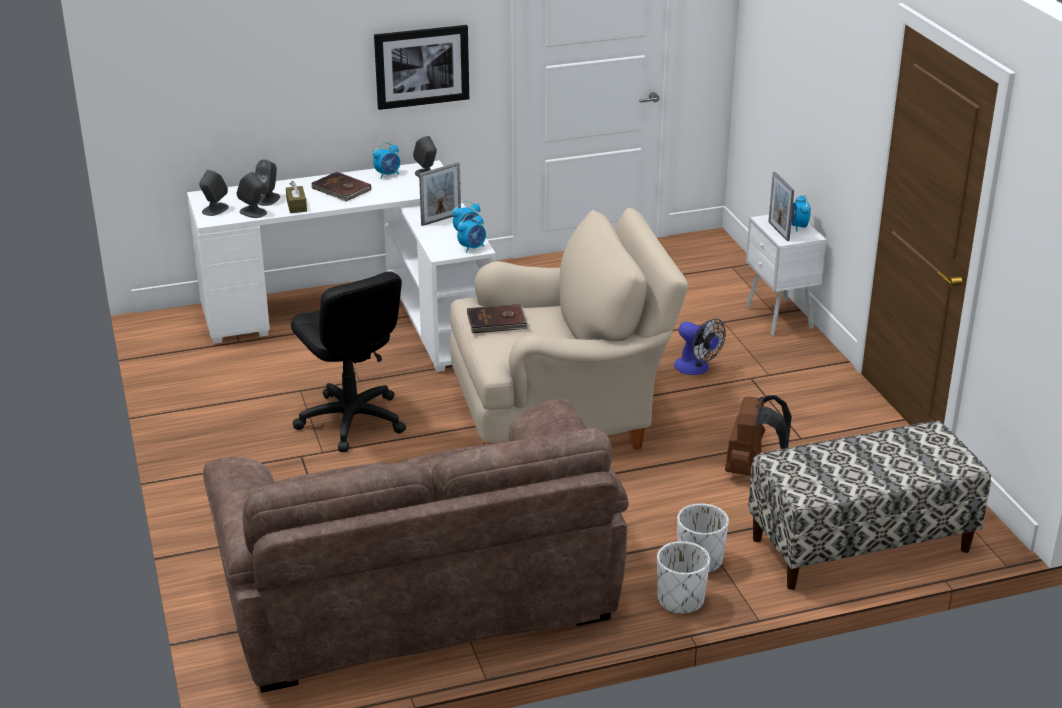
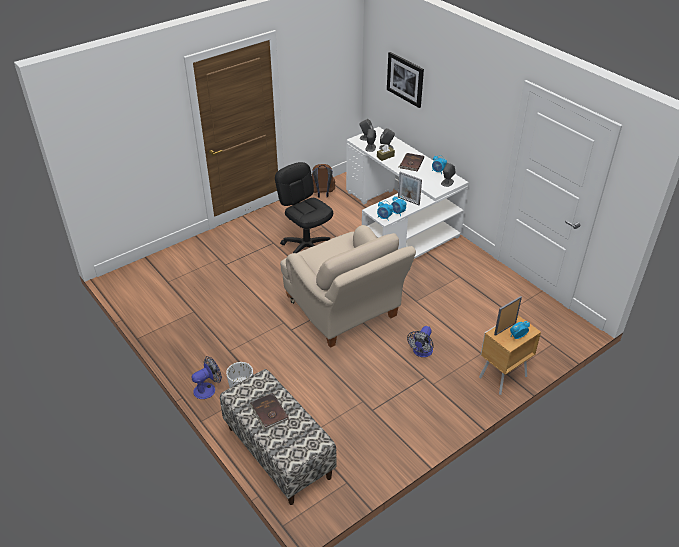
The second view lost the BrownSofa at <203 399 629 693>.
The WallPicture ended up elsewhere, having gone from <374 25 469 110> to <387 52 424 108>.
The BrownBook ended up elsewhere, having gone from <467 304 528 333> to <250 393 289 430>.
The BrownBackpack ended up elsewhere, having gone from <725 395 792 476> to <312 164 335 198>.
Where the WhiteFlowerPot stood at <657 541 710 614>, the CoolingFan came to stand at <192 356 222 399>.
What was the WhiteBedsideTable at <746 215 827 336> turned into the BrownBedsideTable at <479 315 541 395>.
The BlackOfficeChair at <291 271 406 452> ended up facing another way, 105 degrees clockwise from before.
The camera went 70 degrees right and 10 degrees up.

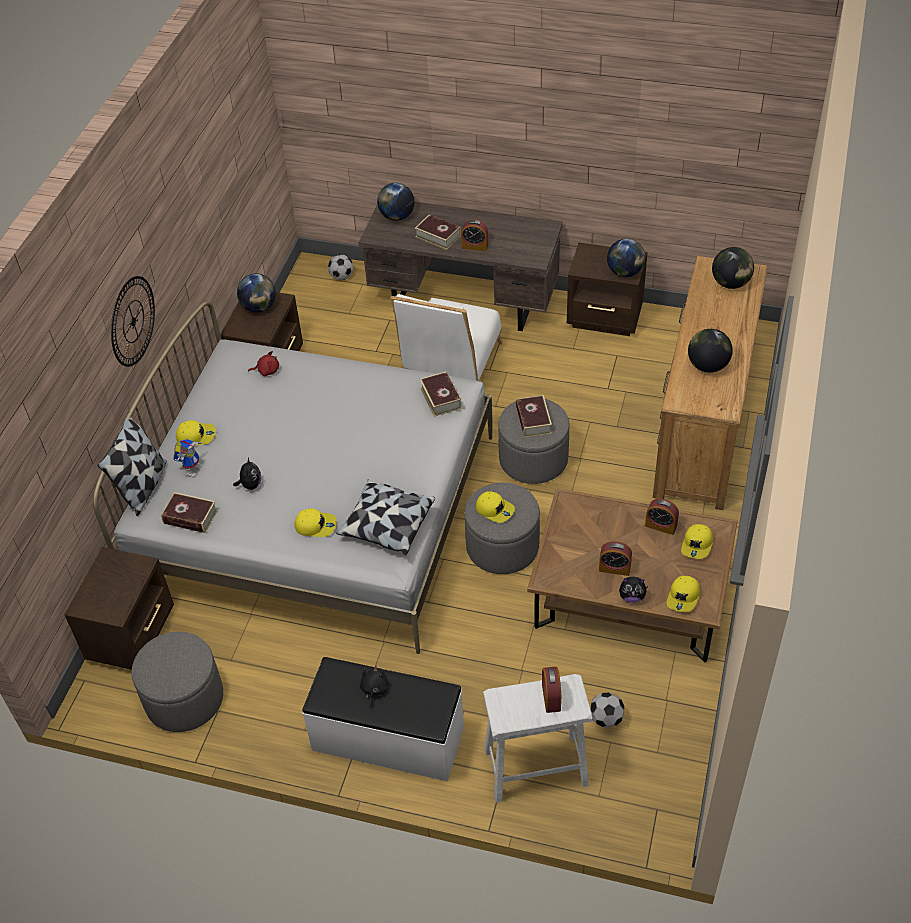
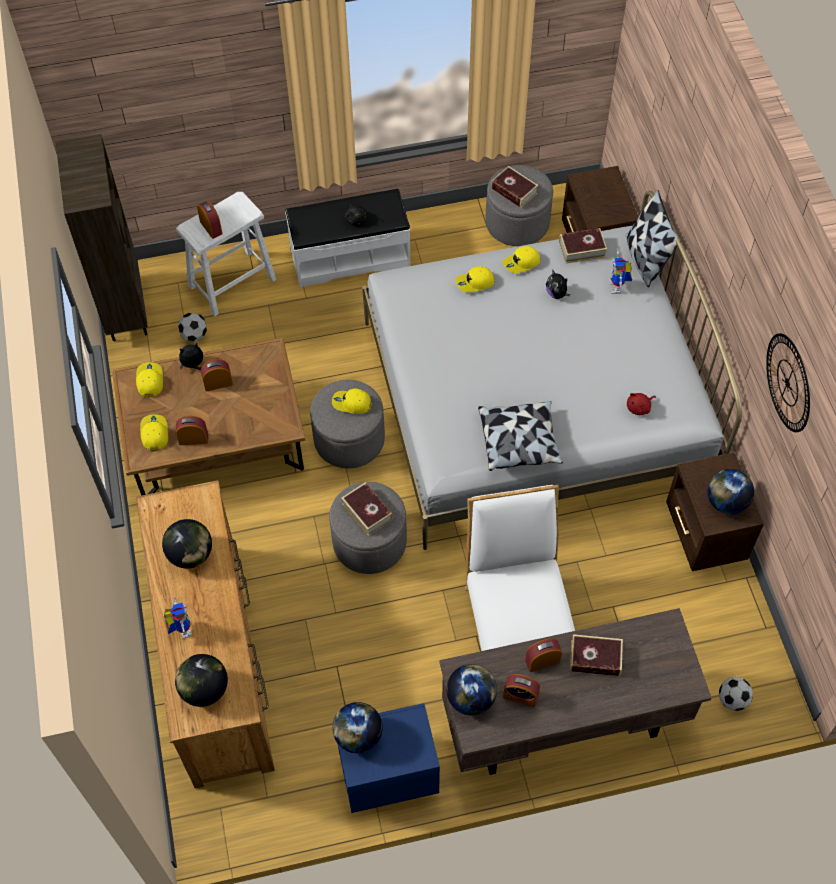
The second view gained the BrownShelvingUnit at <55 134 148 341>.
The second view gained the ToyRobot at <164 598 192 639>.
The second view gained the TableClock at <503 674 540 707>.
The WallClock ended up elsewhere, having gone from <111 276 155 367> to <766 333 810 432>.
The YellowishCap ended up elsewhere, having gone from <176 420 215 446> to <503 246 540 273>.
The Pillow ended up elsewhere, having gone from <336 480 435 555> to <478 401 563 471>.
The DeskGlobe ended up elsewhere, having gone from <377 183 414 221> to <446 664 497 716>.
The Book ended up elsewhere, having gone from <420 371 462 417> to <491 166 538 208>.
What was the BrownBedsideTable at <567 243 647 336> turned into the BluishBedsideTable at <338 703 440 813>.
The camera went 150 degrees right and 10 degrees up.

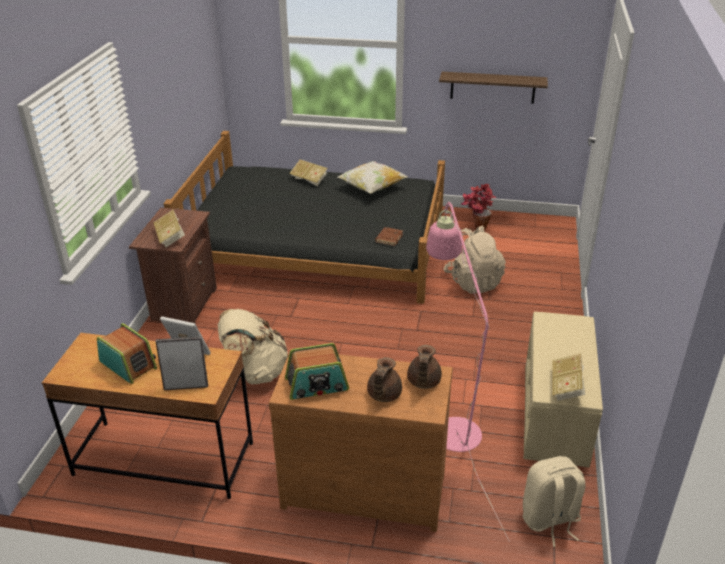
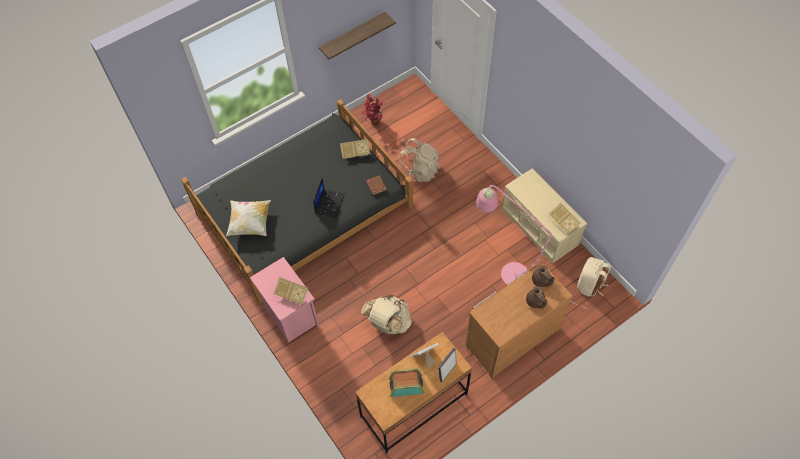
The second view lost the RadioSet at <285 343 349 400>.
The second view gained the PortableComputer at <313 177 345 218>.
The Book ended up elsewhere, having gone from <289 159 328 186> to <340 139 370 159>.
The Pillow ended up elsewhere, having gone from <338 161 408 194> to <226 200 271 236>.
What was the BrownBedsideTable at <129 208 217 324> turned into the PinkBedsideTable at <250 257 319 342>.
The camera went 45 degrees left and 25 degrees up.

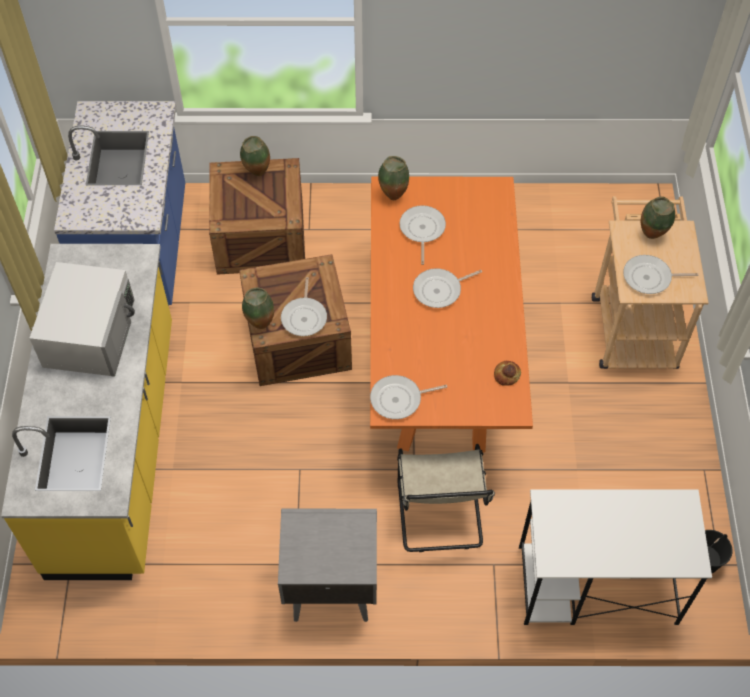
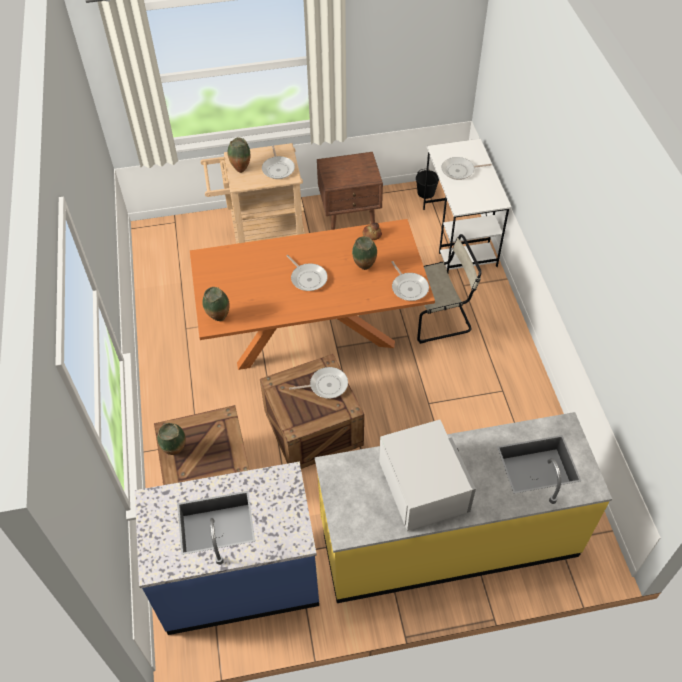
The second view lost the GreyishBedsideTable at <278 509 377 622>.
The second view gained the BrownBedsideTable at <317 152 383 230>.
The Vase ended up elsewhere, having gone from <242 288 274 329> to <352 236 377 270>.
The Skillet ended up elsewhere, having gone from <399 205 446 265> to <441 157 492 180>.
The WhiteMicrowaveOven at <30 262 135 377> ended up facing another way, 75 degrees clockwise from before.
The camera went 100 degrees left and 5 degrees down.

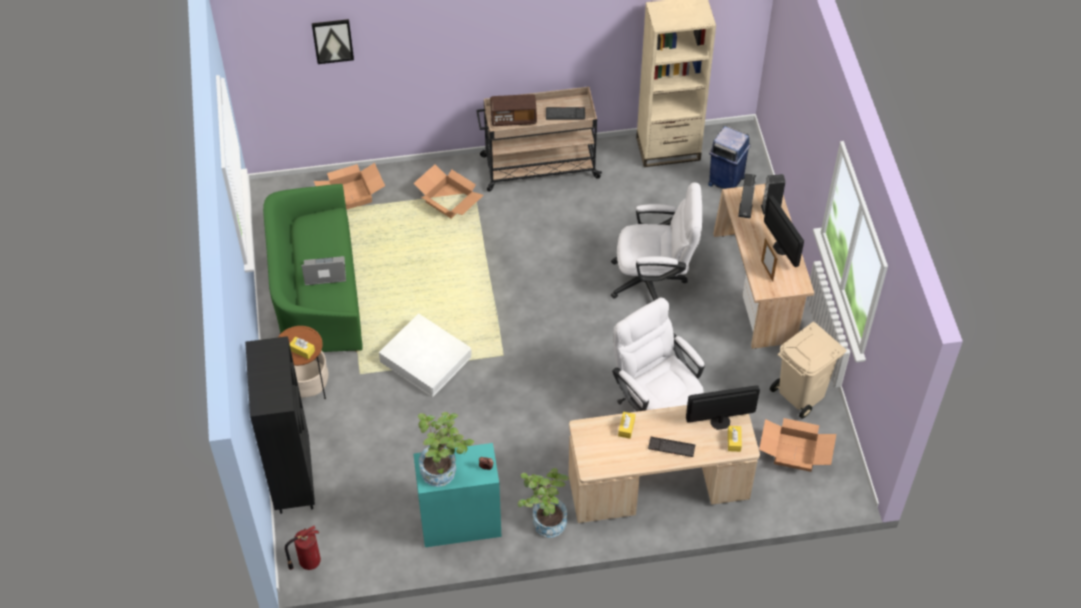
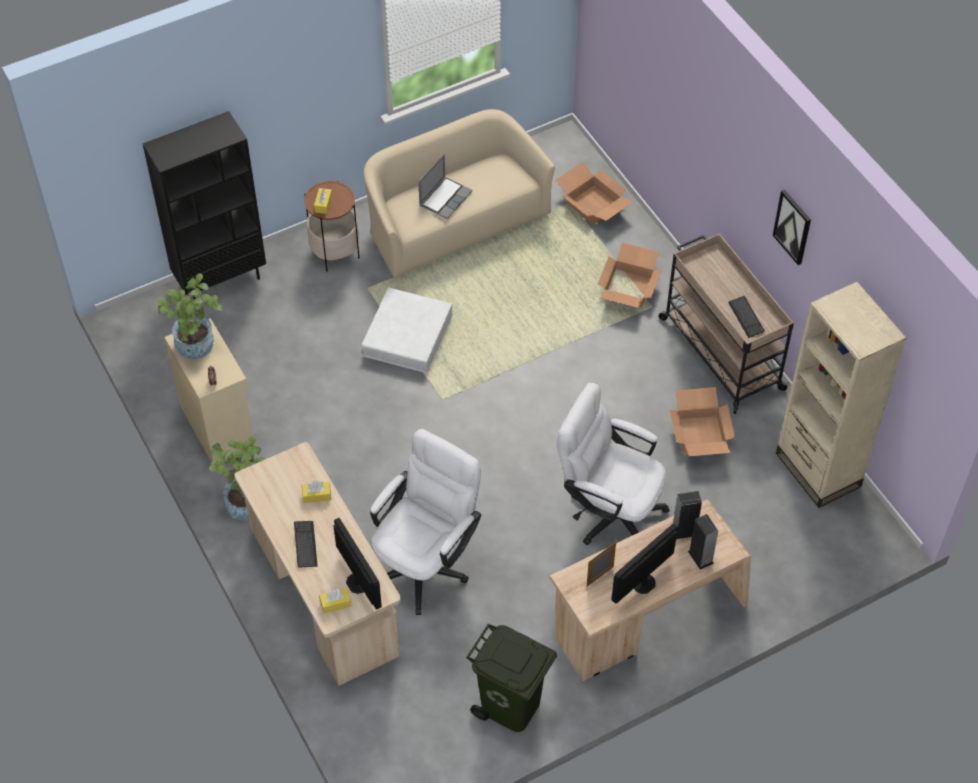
The second view lost the Extinguisher at <285 526 321 570>.
The second view lost the RadioSet at <490 94 537 126>.
The second view lost the BluishWasteBin at <708 126 751 189>.
The WallPicture ended up elsewhere, having gone from <312 19 354 64> to <773 189 811 265>.
The Carton ended up elsewhere, having gone from <759 418 836 472> to <670 387 735 456>.
What was the GreenColouredSofa at <263 184 363 352> turned into the BeigeSofa at <364 109 555 278>.
What was the BlueGreenCabinet at <413 443 501 547> turned into the BeigeCabinet at <164 318 255 463>.
What was the BeigeWasteBin at <770 322 847 419> turned into the GreenColouredWasteBin at <466 624 557 732>.
The PortableComputer at <301 256 346 285> ended up facing another way, 60 degrees clockwise from before.
The WhiteOfficeChair at <611 182 702 301> ended up facing another way, 135 degrees clockwise from before.
The camera went 70 degrees right and 0 degrees up.

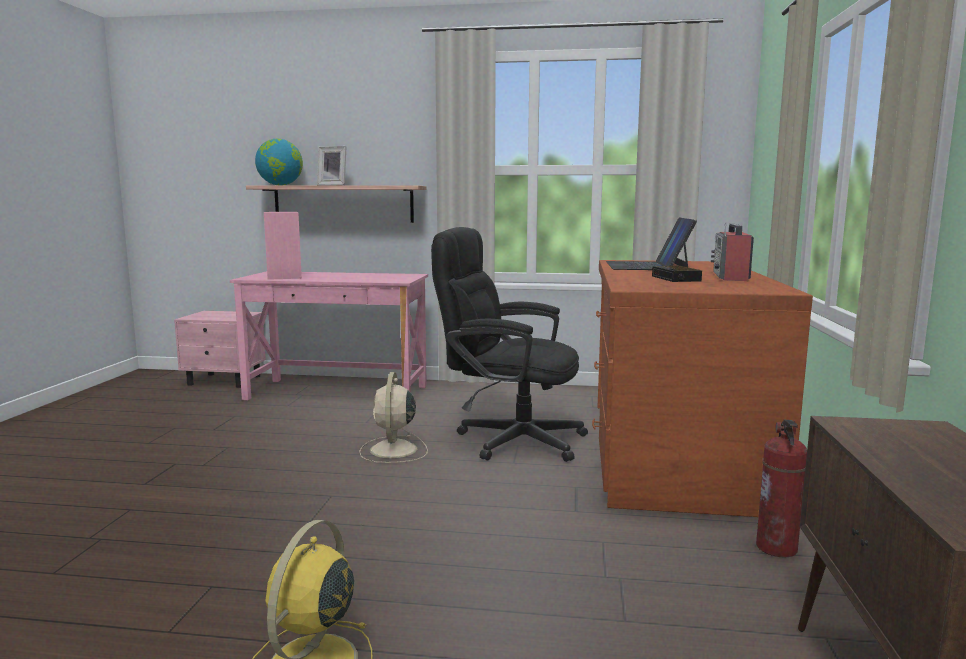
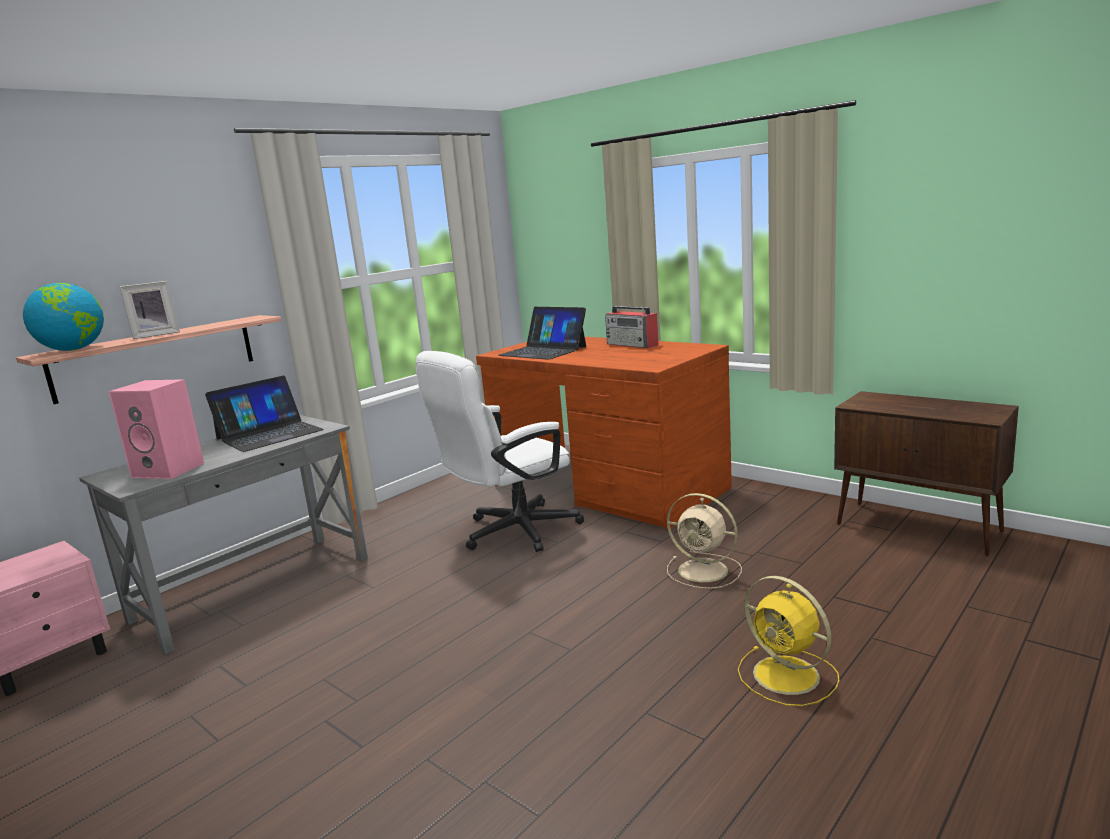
The second view lost the TableClock at <652 266 702 282>.
The second view lost the Extinguisher at <756 420 807 558>.
The second view gained the PortableComputer at <205 376 324 452>.
The BeigeCoolingFan ended up elsewhere, having gone from <359 372 428 463> to <667 493 742 589>.
What was the PinkDesk at <230 271 428 401> turned into the GreyishDesk at <79 415 368 655>.
What was the BlackOfficeChair at <431 227 588 462> turned into the WhiteOfficeChair at <415 351 584 552>.
The camera went 55 degrees left and 5 degrees up.

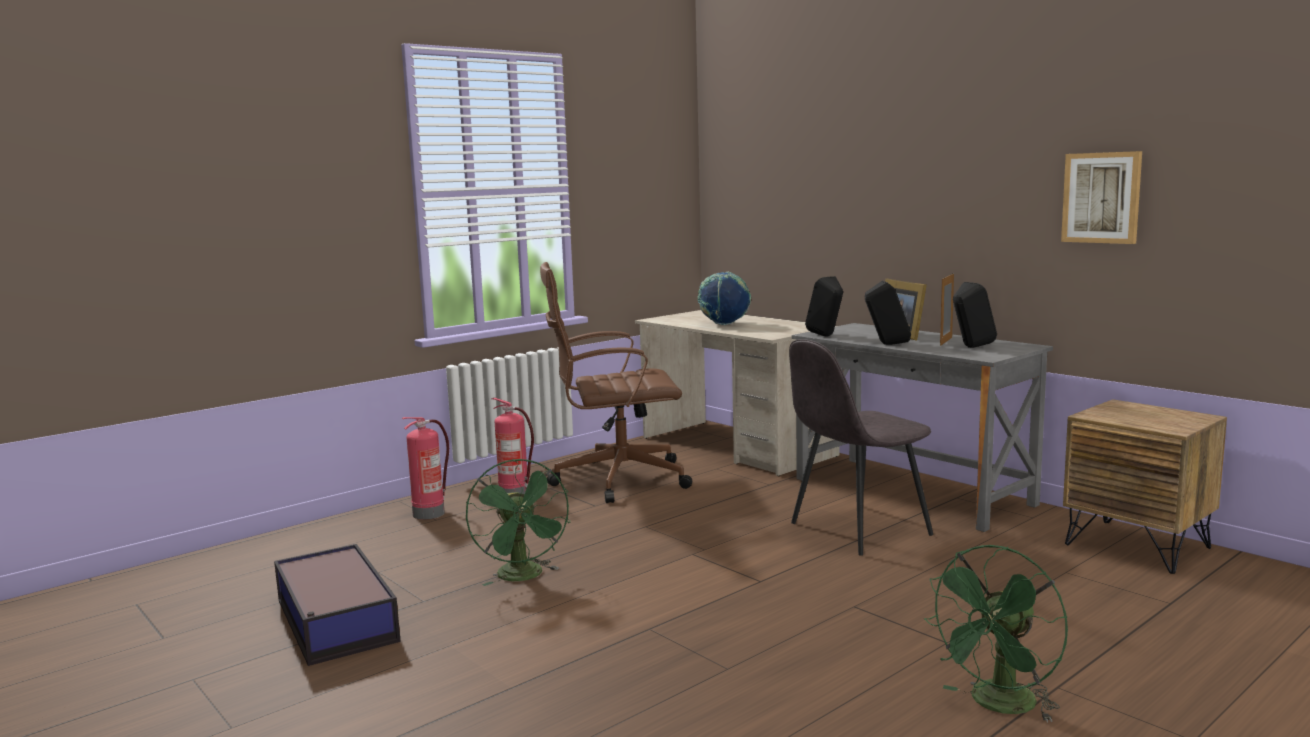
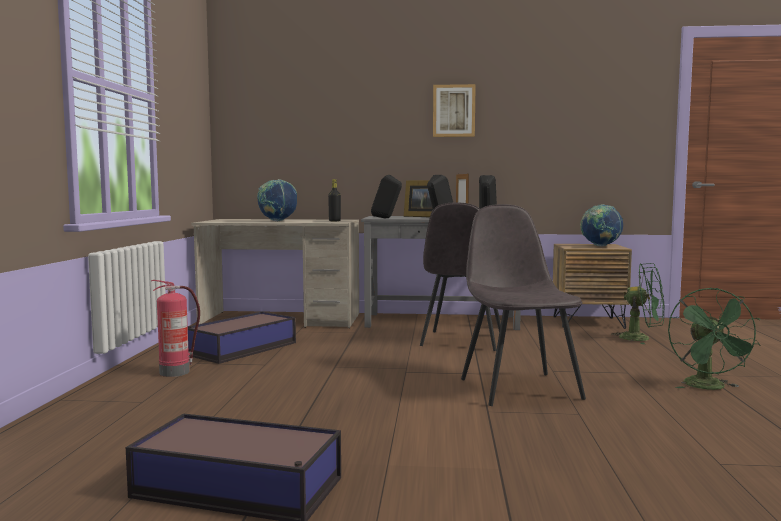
The second view lost the Extinguisher at <401 417 449 520>.
The second view gained the BlackBottle at <328 179 341 221>.
The second view gained the GreyishChair at <461 204 586 406>.
The second view gained the DeskGlobe at <580 204 623 247>.
The GreenColouredCoolingFan ended up elsewhere, having gone from <466 459 571 586> to <611 263 665 344>.
The WallPicture ended up elsewhere, having gone from <1061 151 1142 244> to <433 84 476 137>.
Where the BrownOfficeChair stood at <540 262 692 503>, the StorageBin came to stand at <188 312 296 364>.
The camera went 45 degrees left and 5 degrees down.

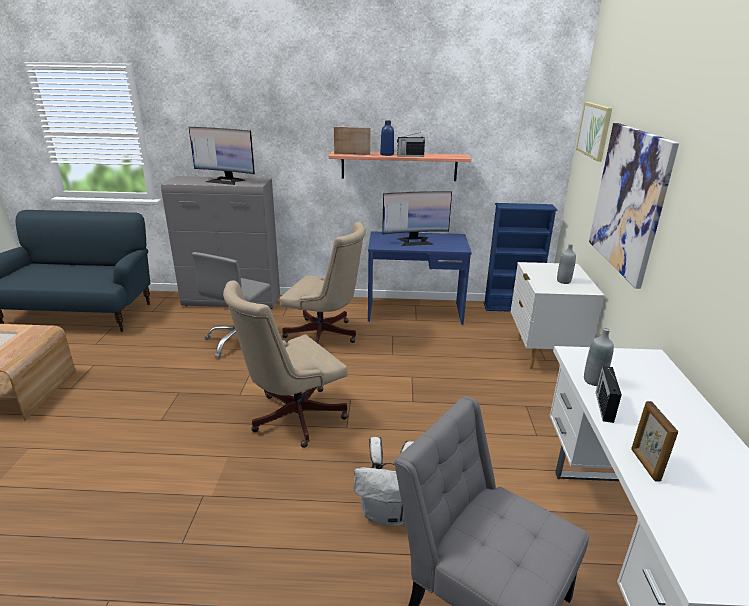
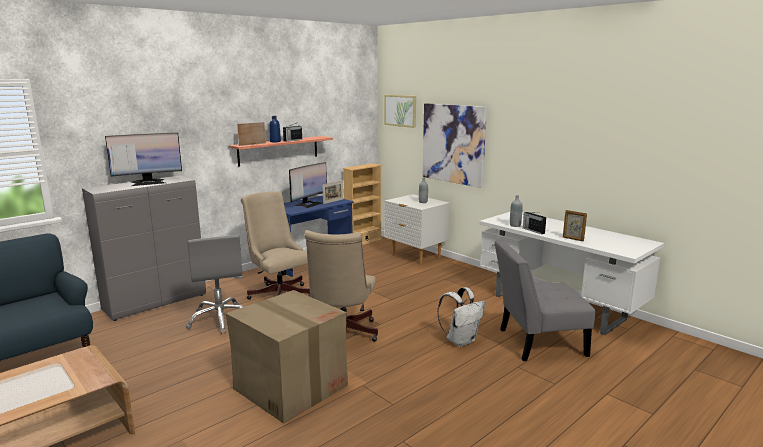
The second view gained the Carton at <226 290 348 424>.
The second view gained the PhotoFrame at <323 181 343 204>.
What was the BluishShelvingUnit at <484 203 557 312> turned into the BeigeShelvingUnit at <343 163 382 245>.
The BeigeOfficeChair at <279 222 366 343> ended up facing another way, 105 degrees counterclockwise from before.
The camera went 45 degrees left and 10 degrees down.

